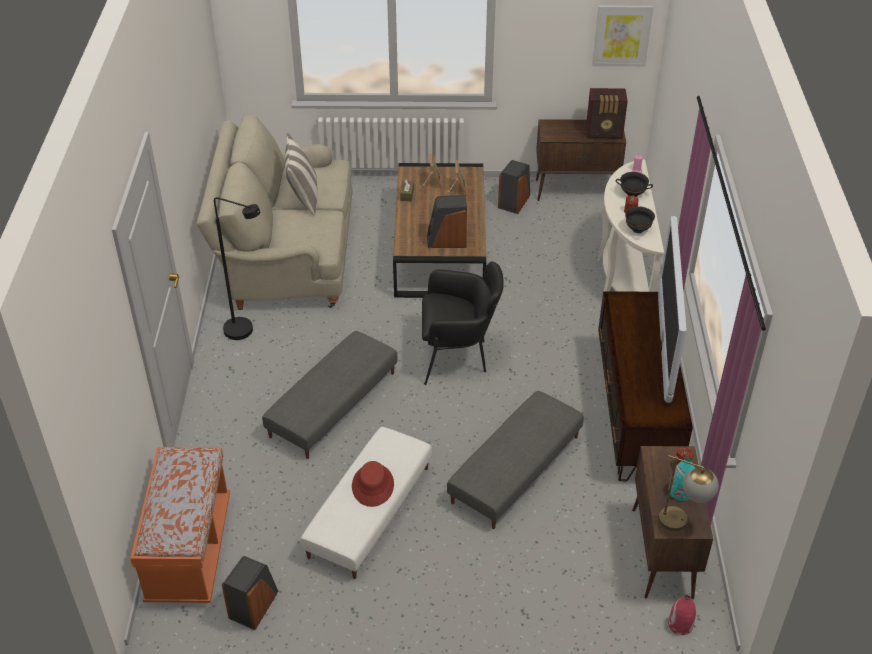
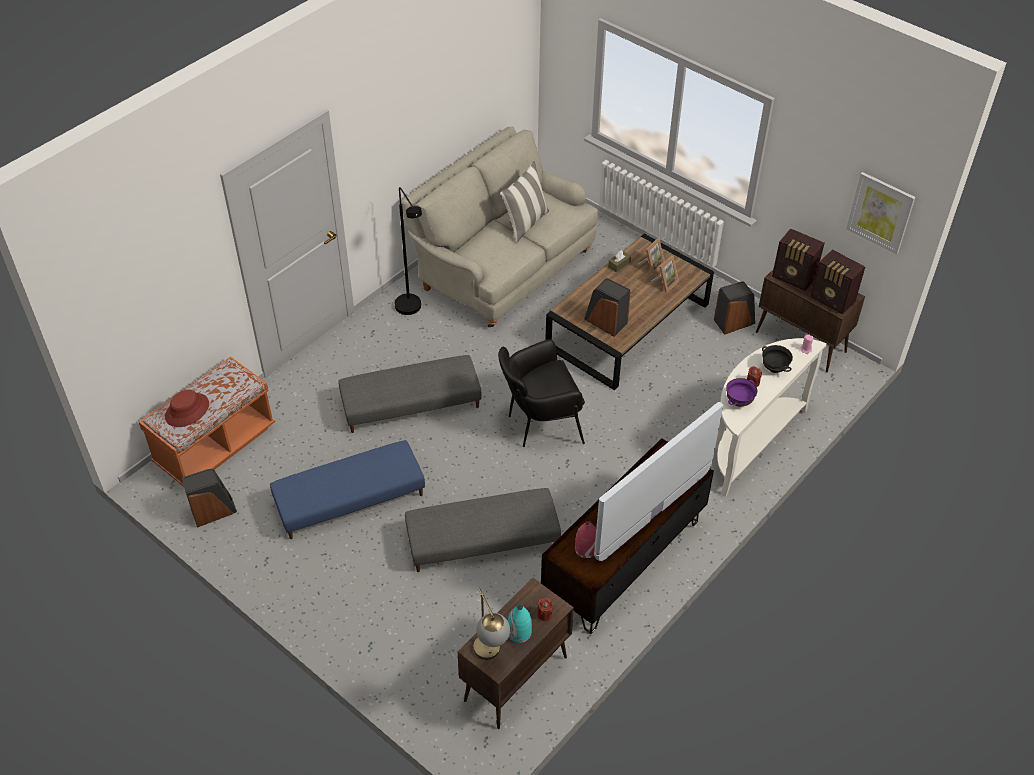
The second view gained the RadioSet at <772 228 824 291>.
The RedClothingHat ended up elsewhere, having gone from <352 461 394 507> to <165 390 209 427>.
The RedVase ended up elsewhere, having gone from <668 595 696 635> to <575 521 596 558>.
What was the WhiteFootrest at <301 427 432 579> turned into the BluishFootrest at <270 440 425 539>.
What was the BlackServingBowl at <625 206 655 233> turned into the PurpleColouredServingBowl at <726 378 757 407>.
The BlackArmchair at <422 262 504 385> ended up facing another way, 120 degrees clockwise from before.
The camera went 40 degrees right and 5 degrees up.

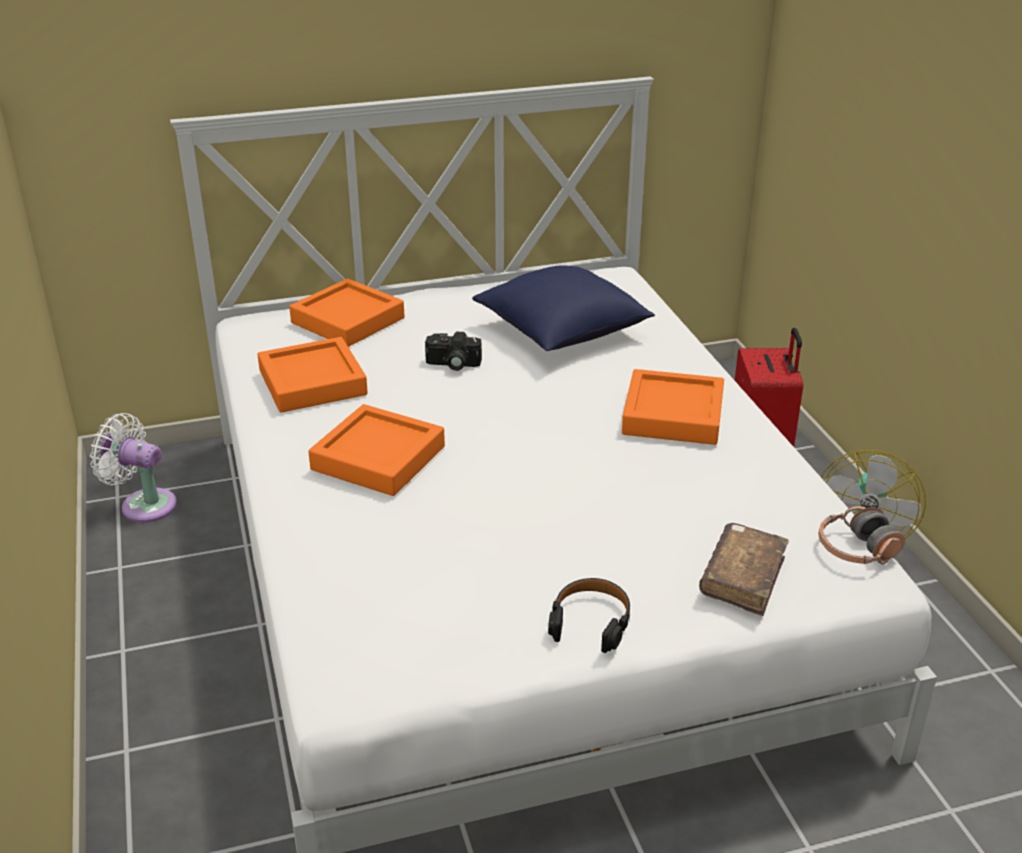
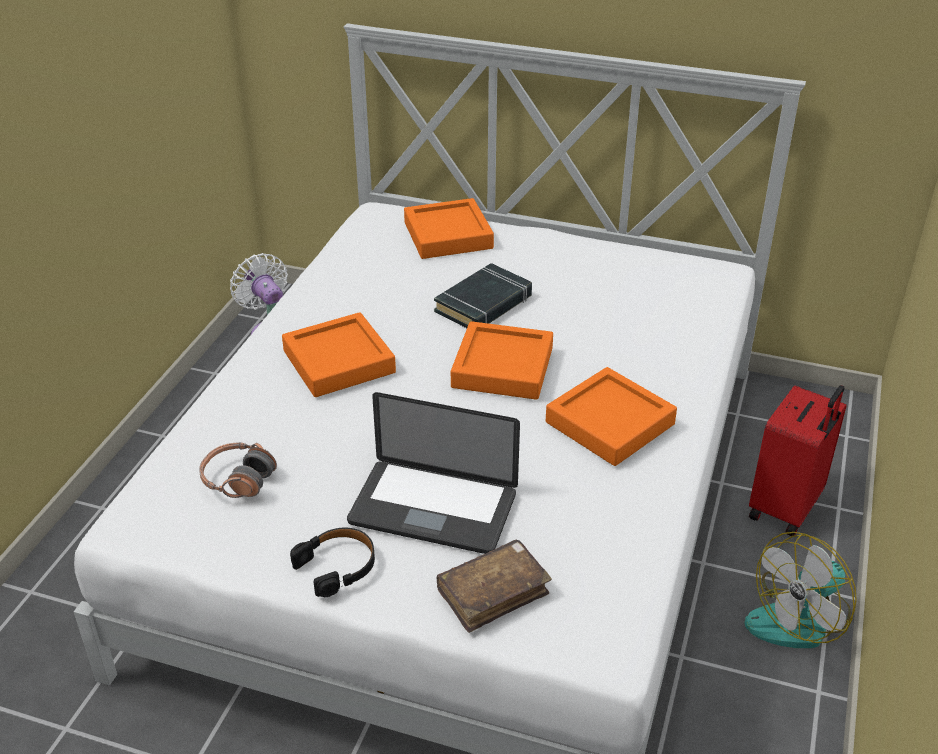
The second view lost the BluishPillow at <472 265 655 351>.
The second view gained the PortableComputer at <347 392 520 554>.
The OrangeTray ended up elsewhere, having gone from <258 337 368 413> to <451 321 553 400>.
The PairOfHeadphones ended up elsewhere, having gone from <818 506 905 565> to <199 442 277 498>.
Where the PhotoCamera stood at <425 331 482 371>, the BlackBook came to stand at <434 263 532 328>.
The camera went 35 degrees right and 5 degrees up.

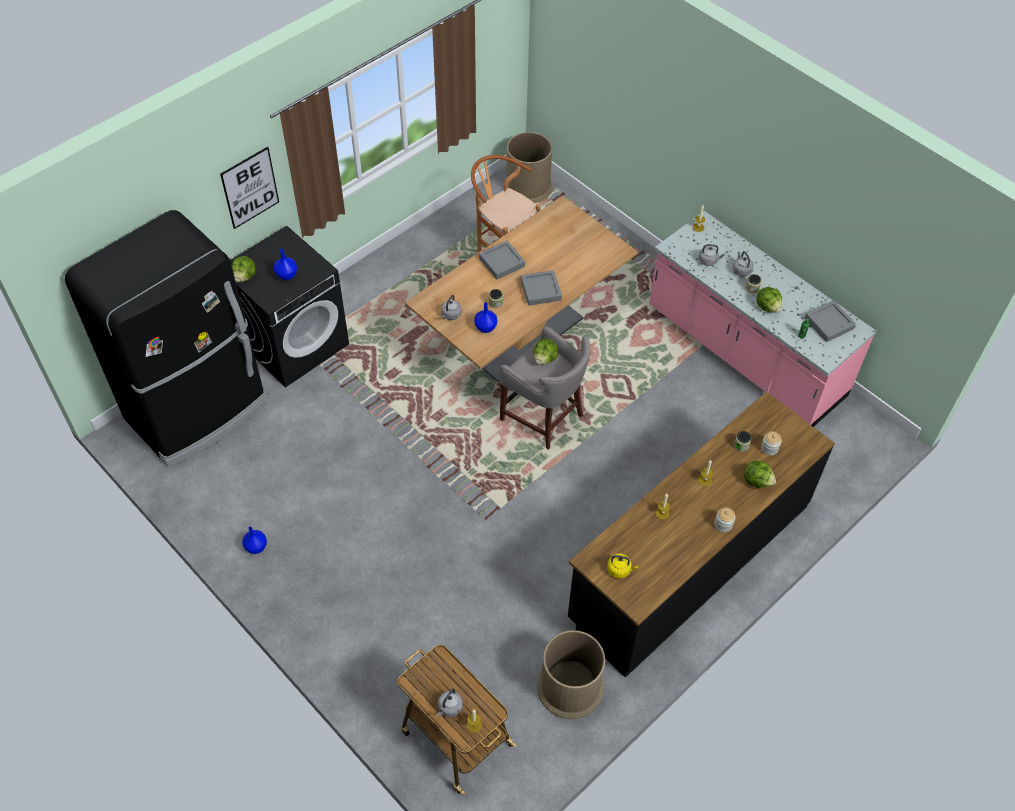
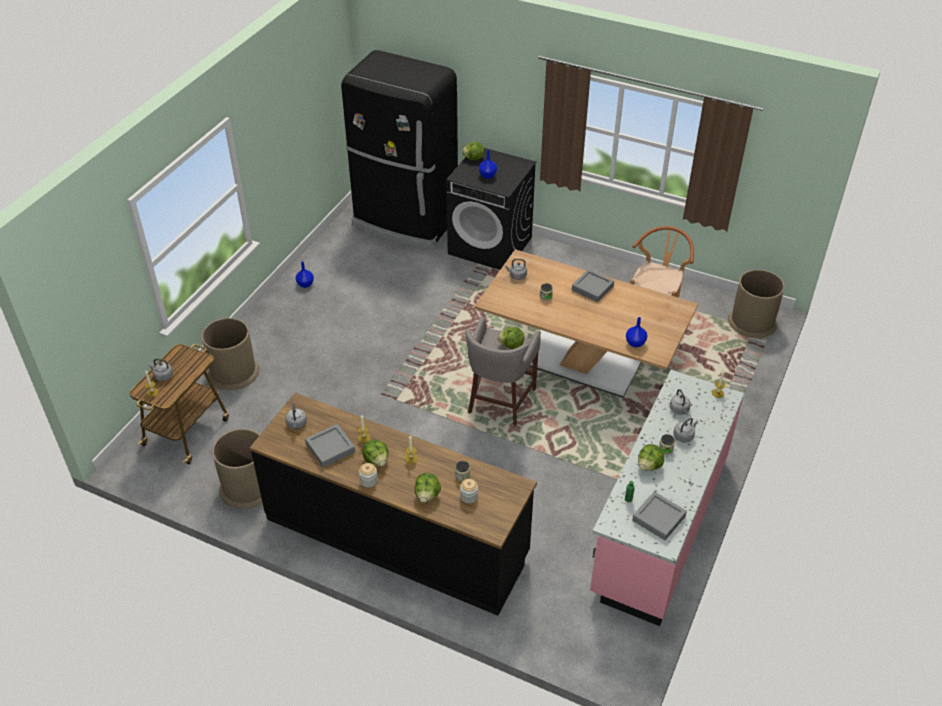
The second view lost the WallPicture at <220 147 279 229>.
The second view gained the BrownWasteBin at <201 318 259 390>.
The second view gained the LettuceHead at <362 439 389 467>.
The BluishVase ended up elsewhere, having gone from <474 302 497 333> to <626 317 647 348>.
The GreyishTray ended up elsewhere, having gone from <521 270 562 306> to <305 424 355 467>.
What was the YellowishTeaKettle at <607 553 638 578> turned into the GreyishTeaKettle at <285 403 307 429>.
The camera went 70 degrees right and 10 degrees down.

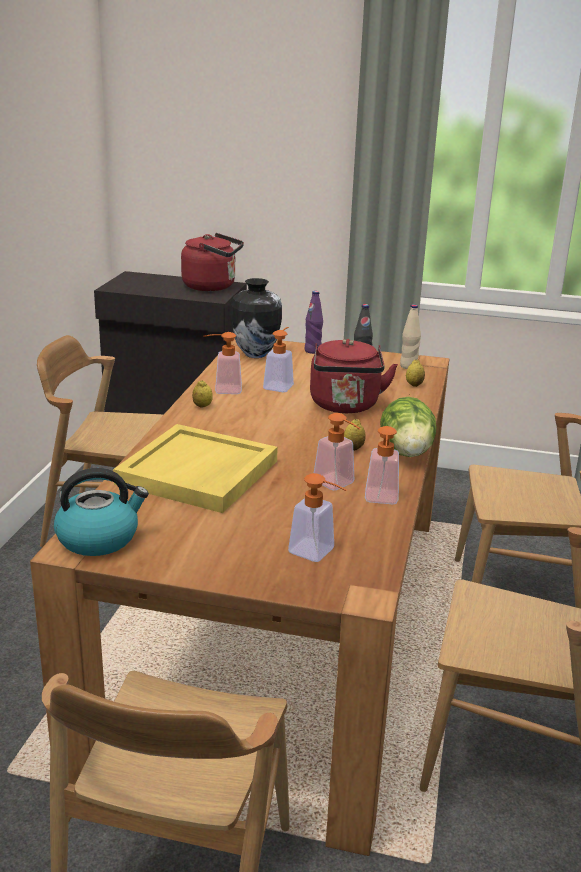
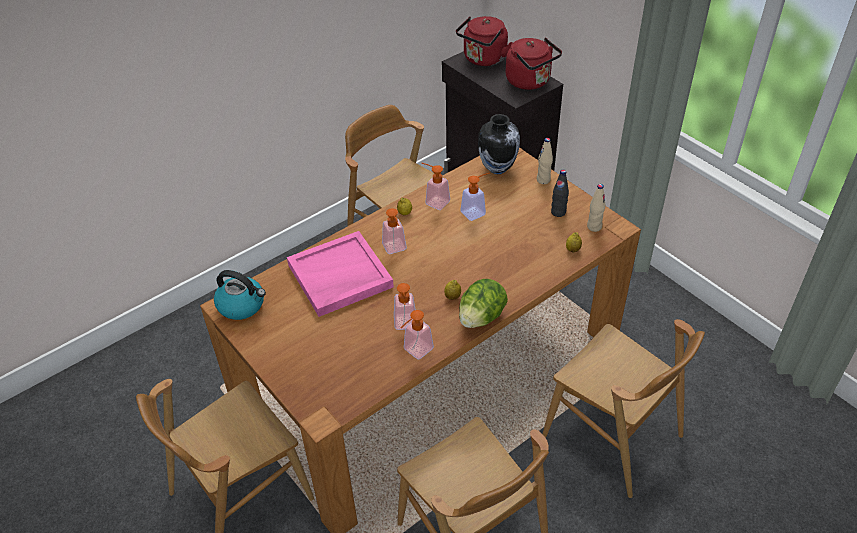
The SoapBottle ended up elsewhere, having gone from <288 473 347 562> to <382 208 406 254>.
The RedTeaKettle ended up elsewhere, having gone from <310 339 398 413> to <456 16 513 66>.
What was the YellowishTray at <113 424 278 513> turned into the PinkTray at <287 231 394 317>.
What was the PurpleColouredBottle at <304 291 323 354> turned into the BeigeBottle at <537 138 553 184>.
The camera went 40 degrees right and 20 degrees up.

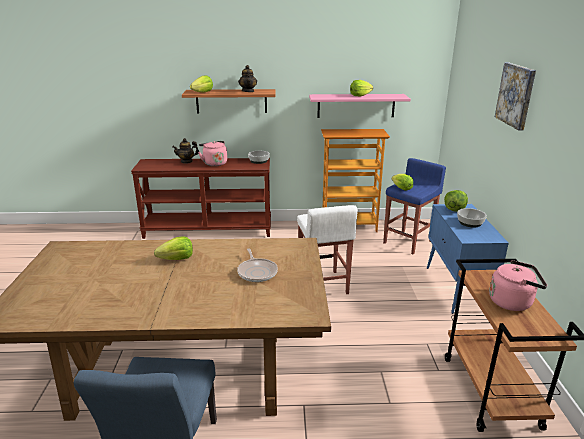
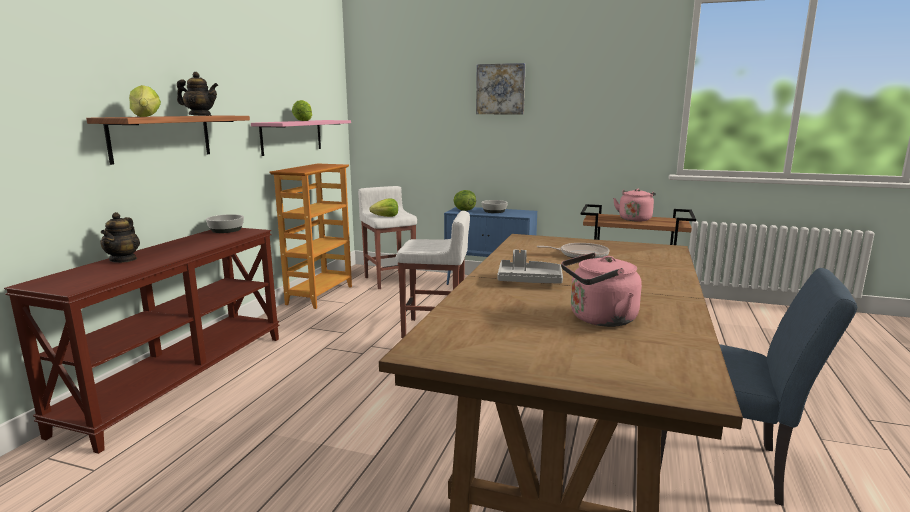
The PinkTeaKettle ended up elsewhere, having gone from <198 141 227 166> to <561 253 642 327>.
Where the LettuceHead stood at <154 236 193 260>, the GreyishTray came to stand at <497 250 563 284>.
What was the BluishSittingStool at <383 158 446 254> turned into the WhiteSittingStool at <358 186 417 289>.
The camera went 70 degrees left and 10 degrees down.

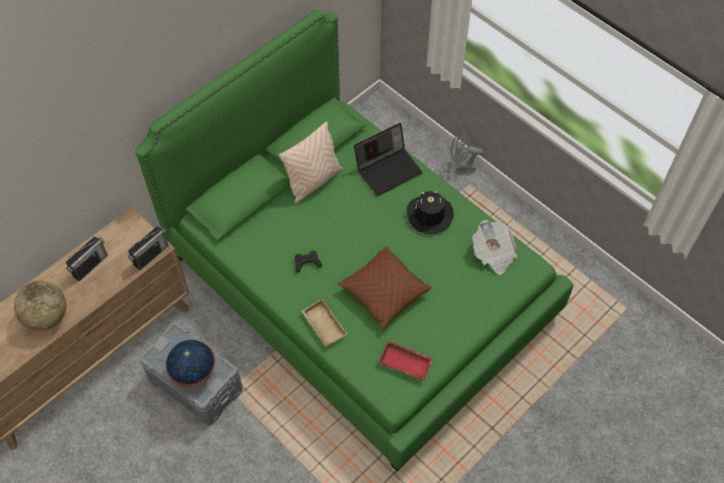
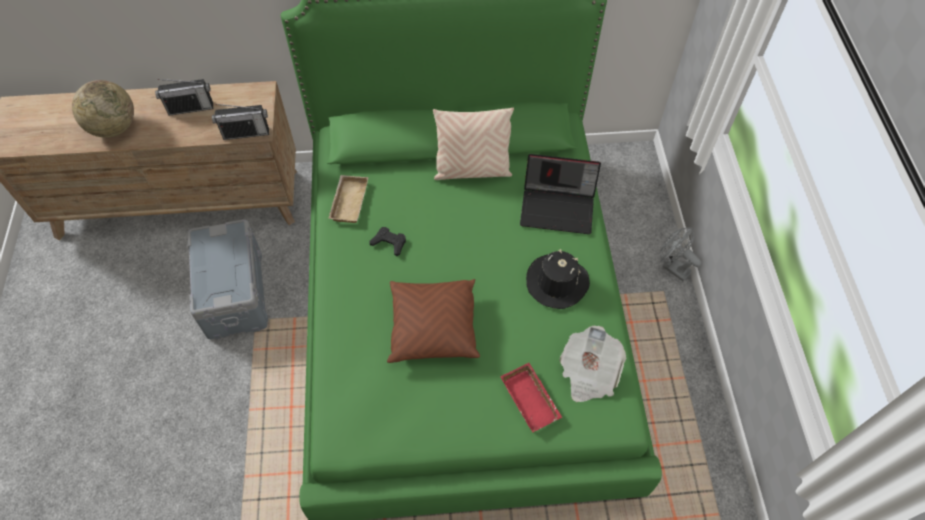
The second view lost the DeskGlobe at <166 340 215 387>.
The BeigeTray ended up elsewhere, having gone from <301 299 347 346> to <328 175 368 223>.
The RedTray ended up elsewhere, having gone from <378 341 433 380> to <500 363 562 432>.
The camera went 40 degrees right and 0 degrees up.

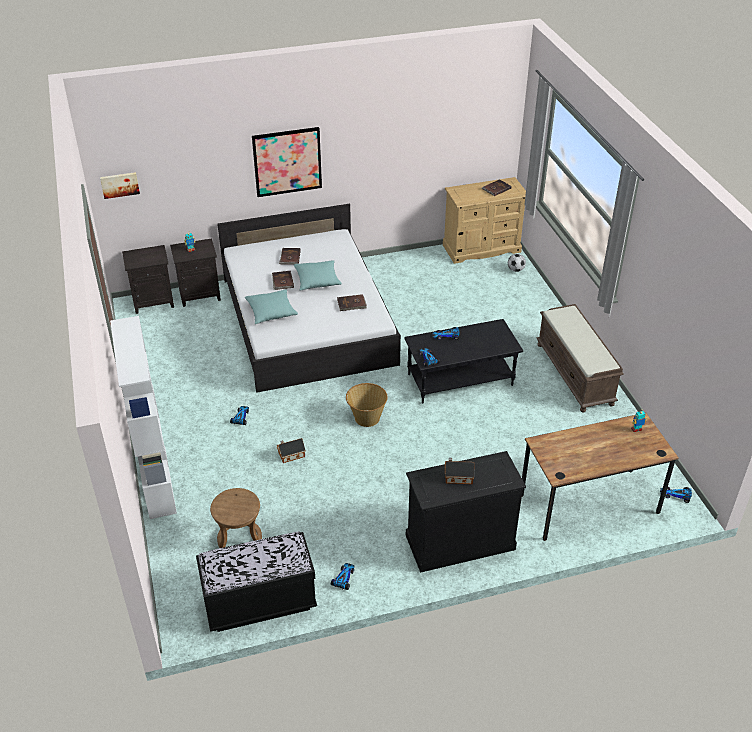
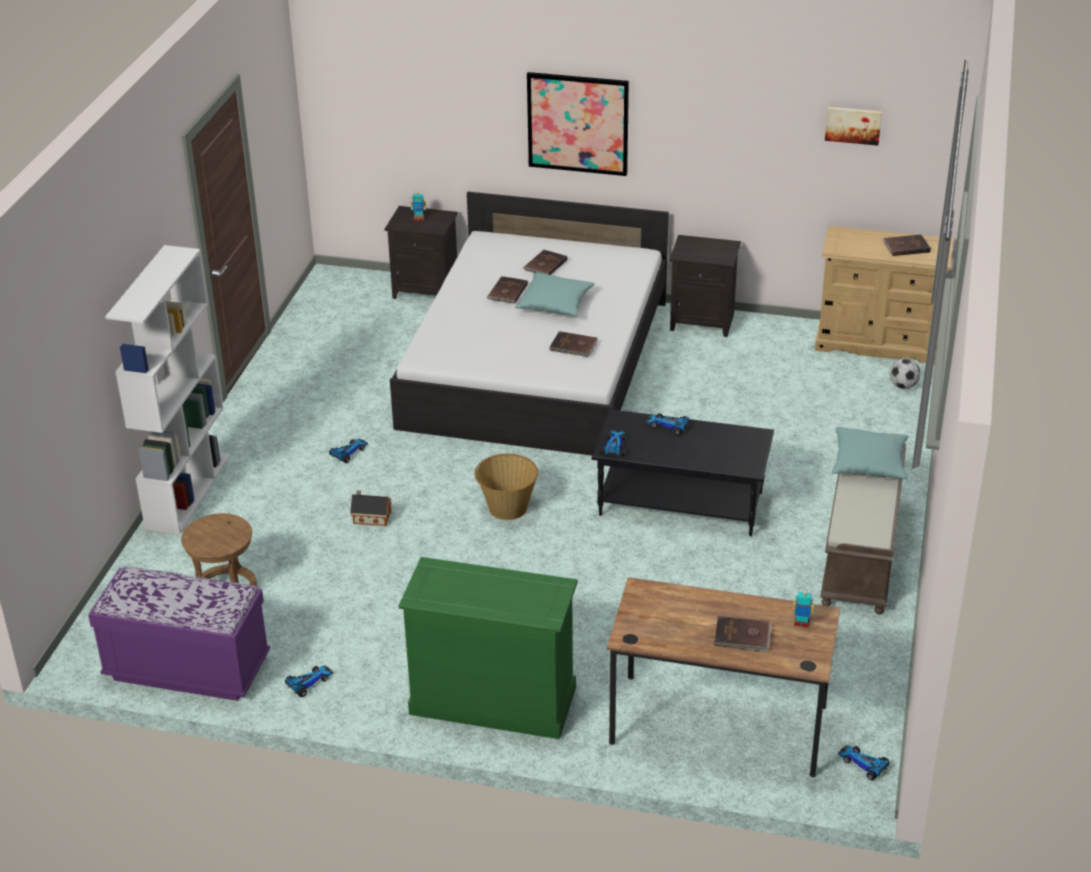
The second view lost the ToyHouse at <445 458 475 484>.
The second view gained the BrownBook at <713 616 771 652>.
The WallPicture ended up elsewhere, having gone from <100 172 140 199> to <825 107 882 146>.
The BlackBedsideTable ended up elsewhere, having gone from <122 245 174 314> to <670 235 741 337>.
The BlueGreenPillow ended up elsewhere, having gone from <245 290 298 324> to <831 427 909 479>.
What was the BlackBench at <196 531 317 632> turned into the PurpleColouredBench at <88 566 270 701>.
What was the BlackChestOfDrawers at <406 451 526 573> turned into the GreenColouredChestOfDrawers at <399 557 578 739>.
The camera went 30 degrees right and 5 degrees down.

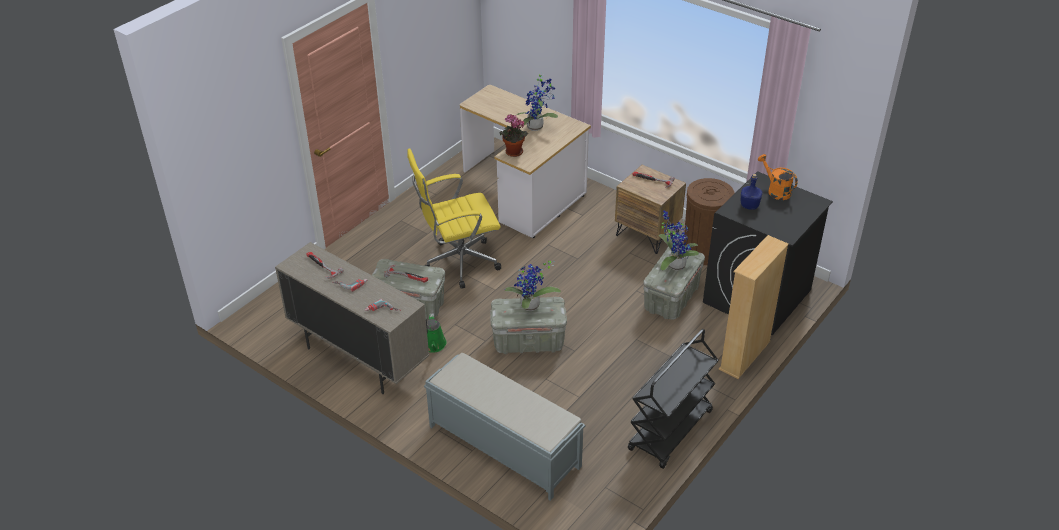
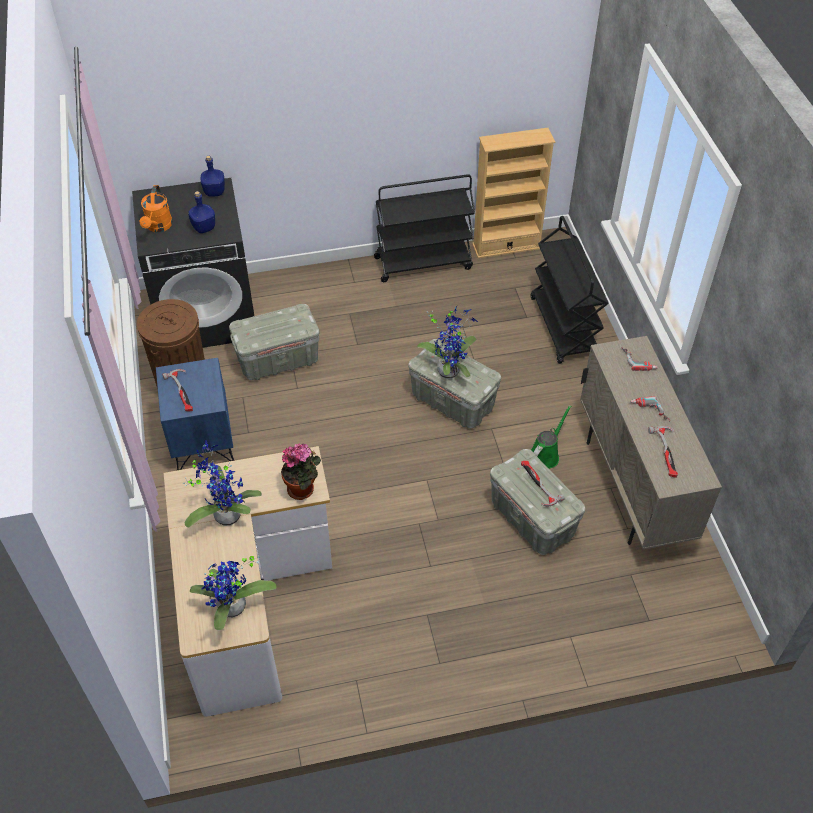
The second view lost the YellowishOfficeChair at <407 149 501 289>.
The second view gained the BluishBottle at <201 156 225 197>.
The PlantInAPot ended up elsewhere, having gone from <659 211 699 271> to <190 556 277 630>.
The BeigeShelvingUnit ended up elsewhere, having gone from <719 235 789 379> to <472 128 555 259>.
Where the GreyishBench stood at <424 353 585 501>, the BlackCart came to stand at <531 216 609 364>.
What was the BrownBedsideTable at <615 165 686 254> turned into the BluishBedsideTable at <156 358 234 470>.
The camera went 140 degrees left and 10 degrees up.

